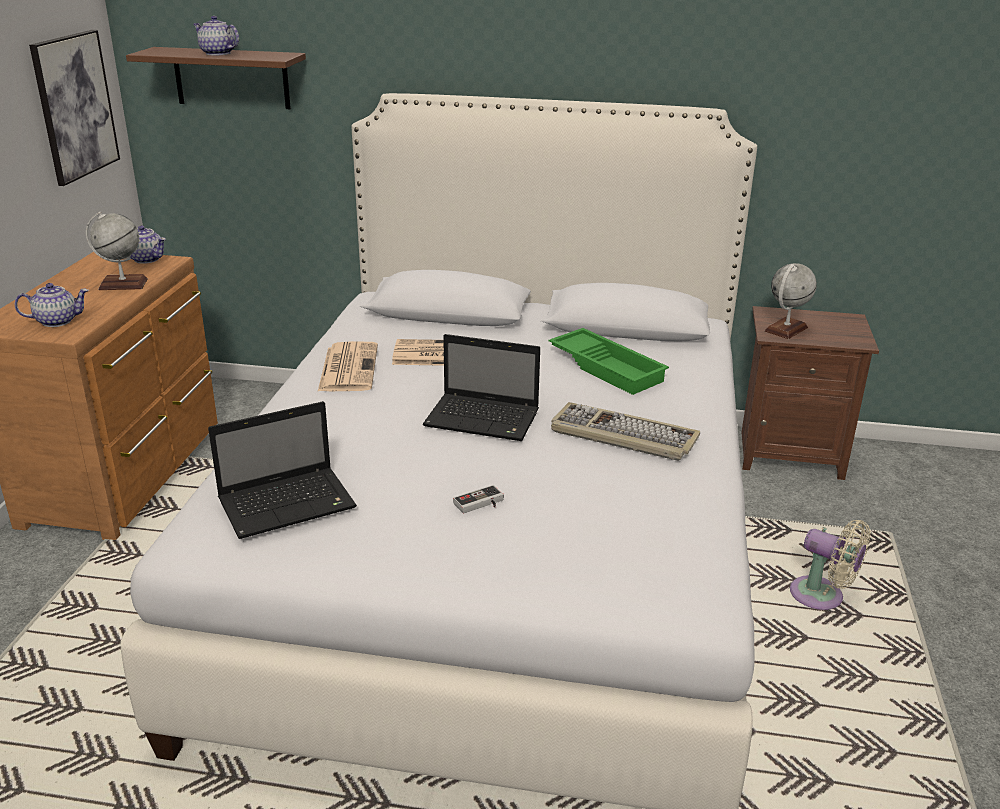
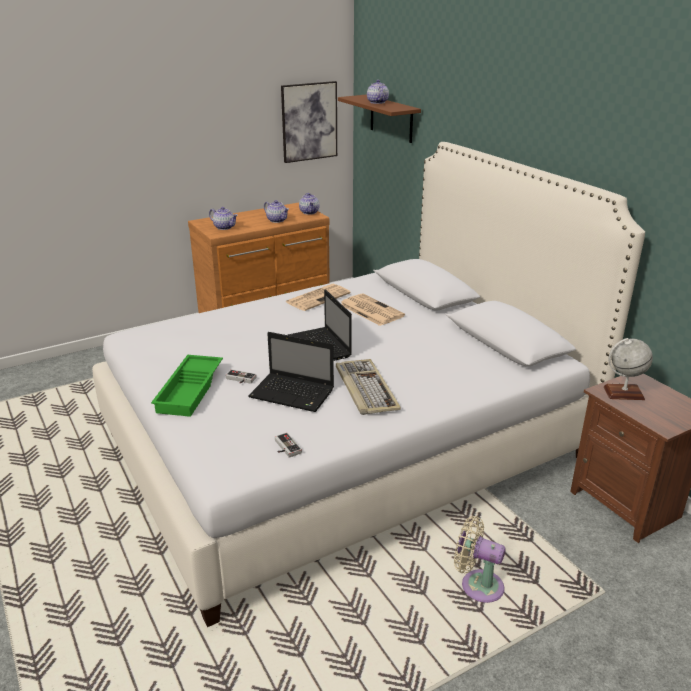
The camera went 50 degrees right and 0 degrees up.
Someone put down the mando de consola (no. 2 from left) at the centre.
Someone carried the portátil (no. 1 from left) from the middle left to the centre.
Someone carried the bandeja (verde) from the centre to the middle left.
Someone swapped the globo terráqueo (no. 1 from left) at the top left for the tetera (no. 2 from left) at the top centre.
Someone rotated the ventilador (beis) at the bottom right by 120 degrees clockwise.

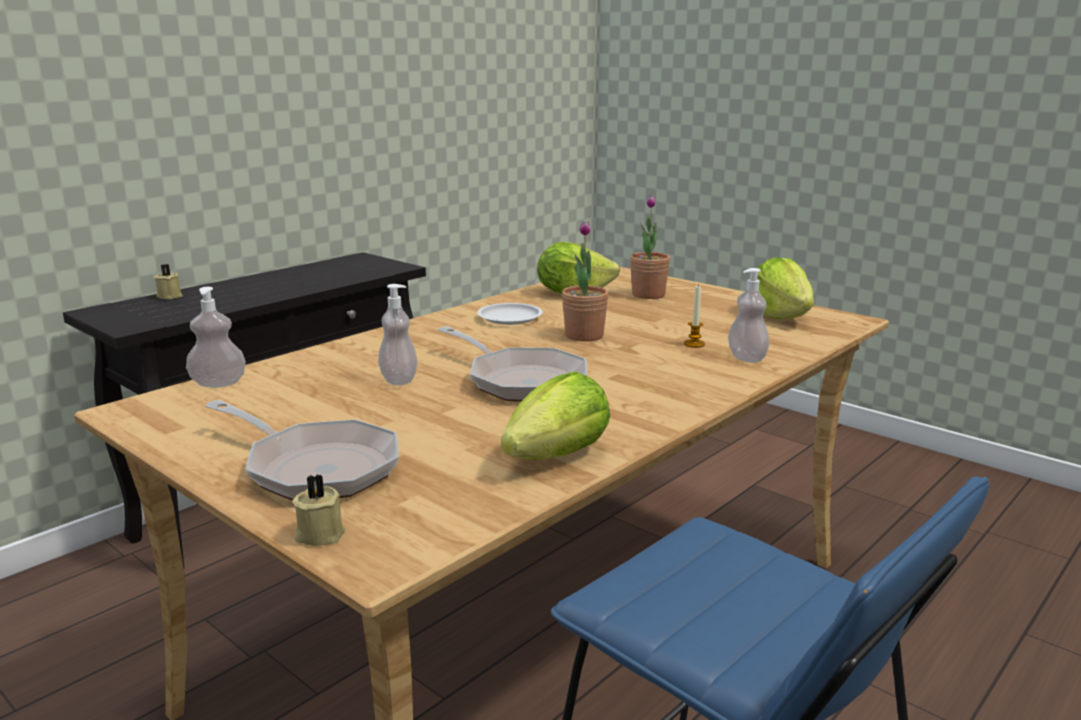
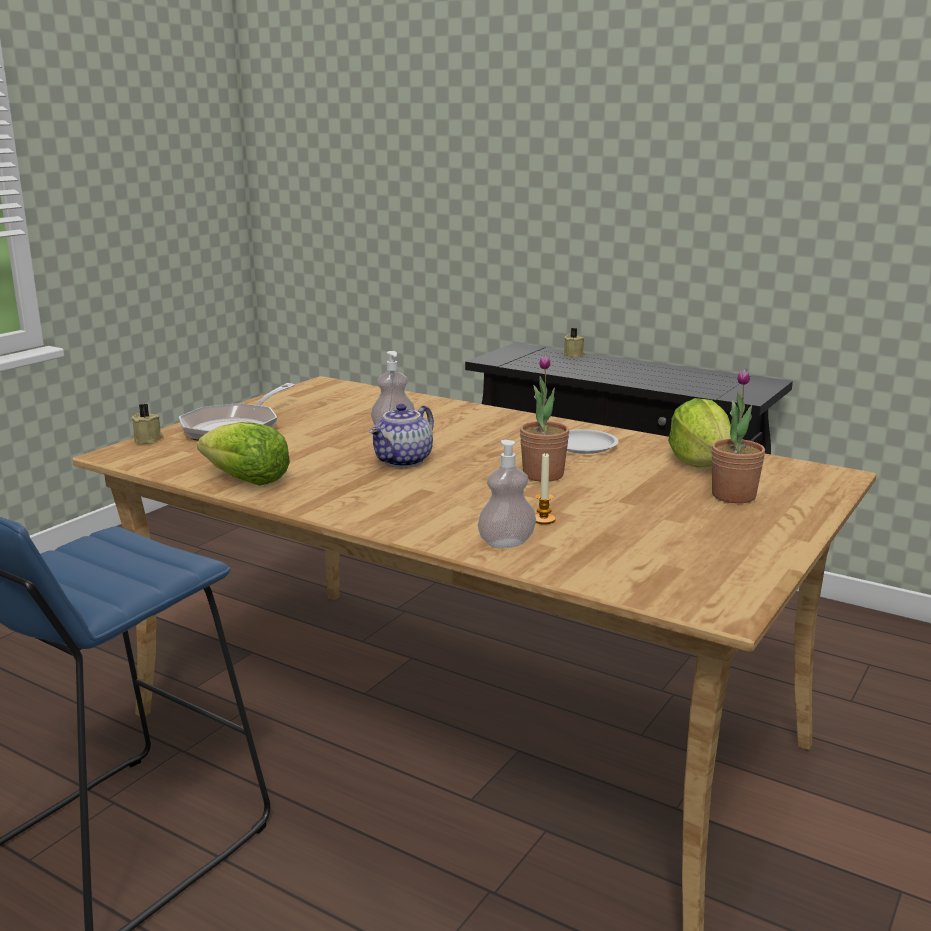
The camera went 80 degrees right and 0 degrees up.
Someone took away the dispensador de jabón (no. 1 from left) at the middle left.
Someone took away the lechuga (no. 3 from left) at the middle right.
Someone swapped the sartén (no. 2 from left) at the centre for the tetera at the centre.

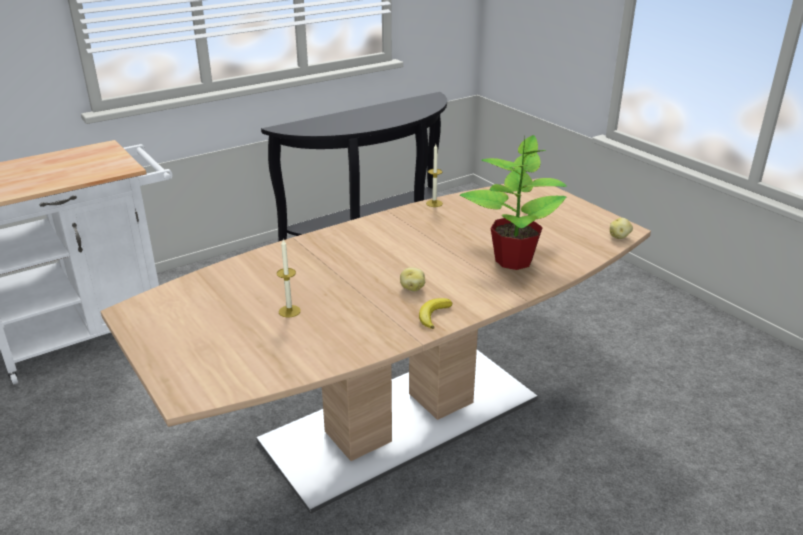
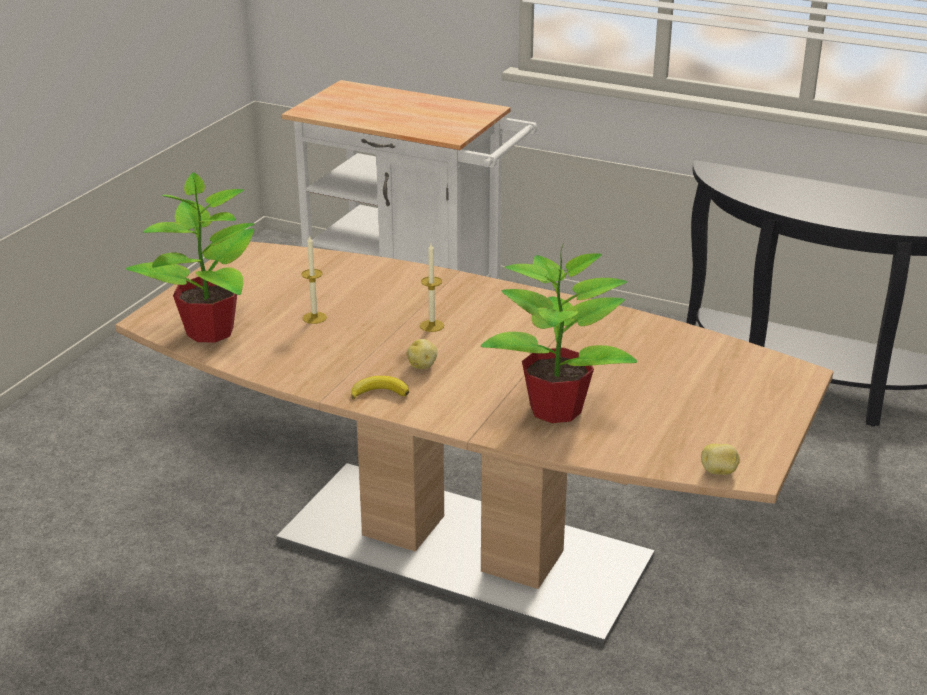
The camera went 60 degrees right and 0 degrees up.
Someone put down the planta en maceta (no. 1 from left) at the middle left.
Someone carried the vela (no. 2 from left) from the top centre to the centre.

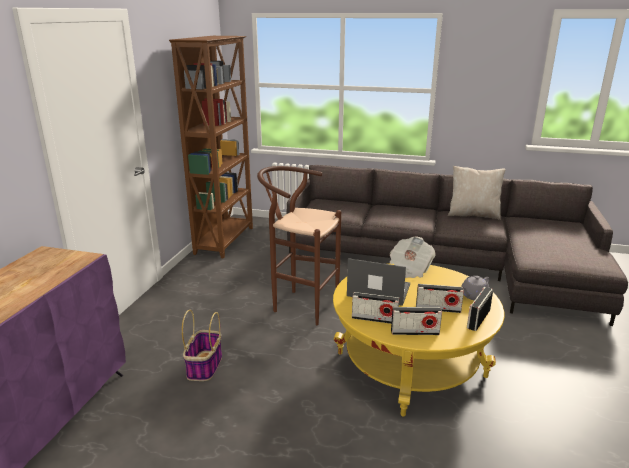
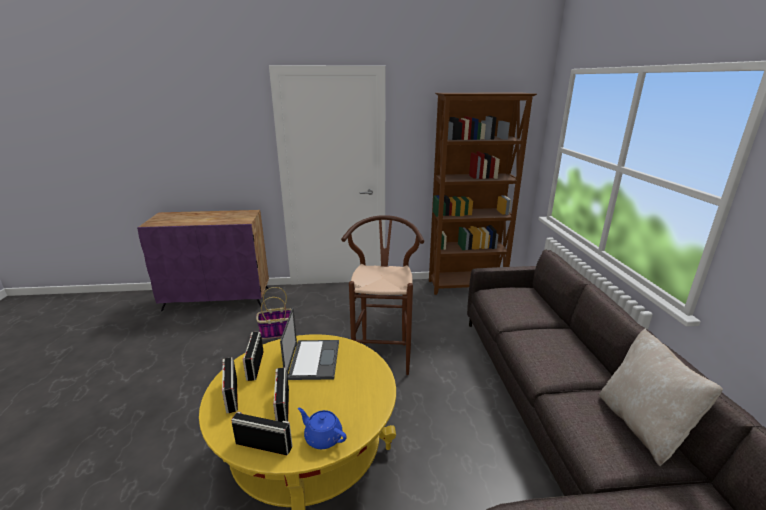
The camera went 70 degrees right and 0 degrees up.
Someone took away the periódico at the centre.
Someone repainted the tetera (gris) at the middle right, which became the tetera (azul) at the bottom centre.

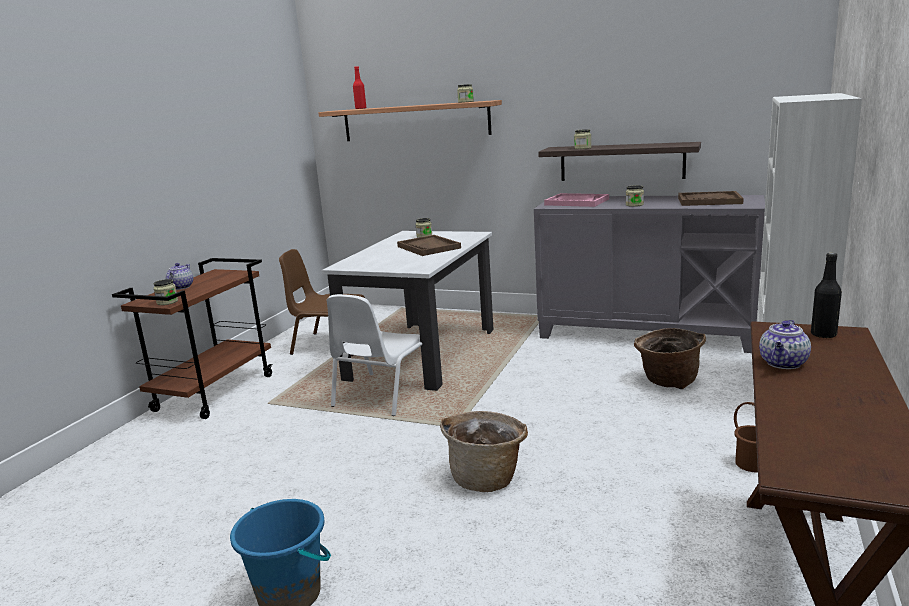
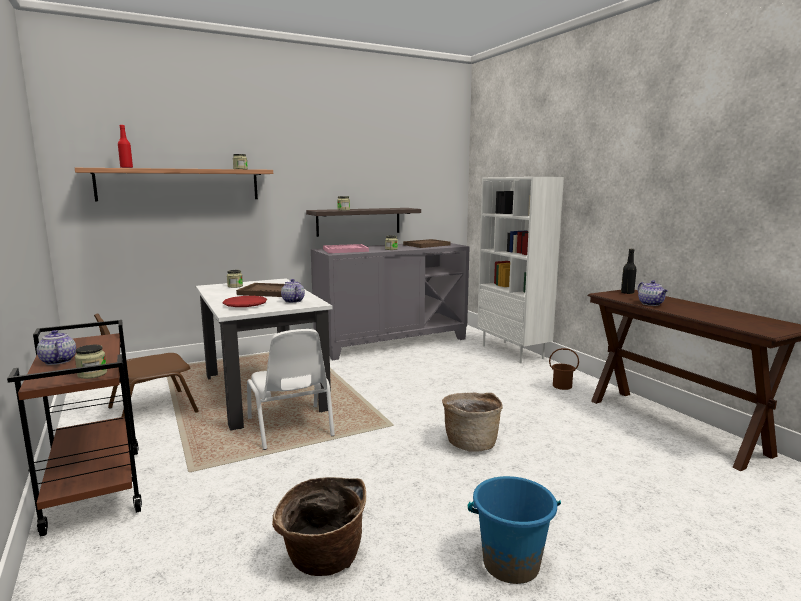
The camera went 50 degrees left and 5 degrees down.
Someone put down the plato (rojo) at the middle left.
Someone put down the tetera (no. 2 from left) at the centre.
Someone carried the cesta (no. 2 from left in the first image) from the middle right to the bottom centre.

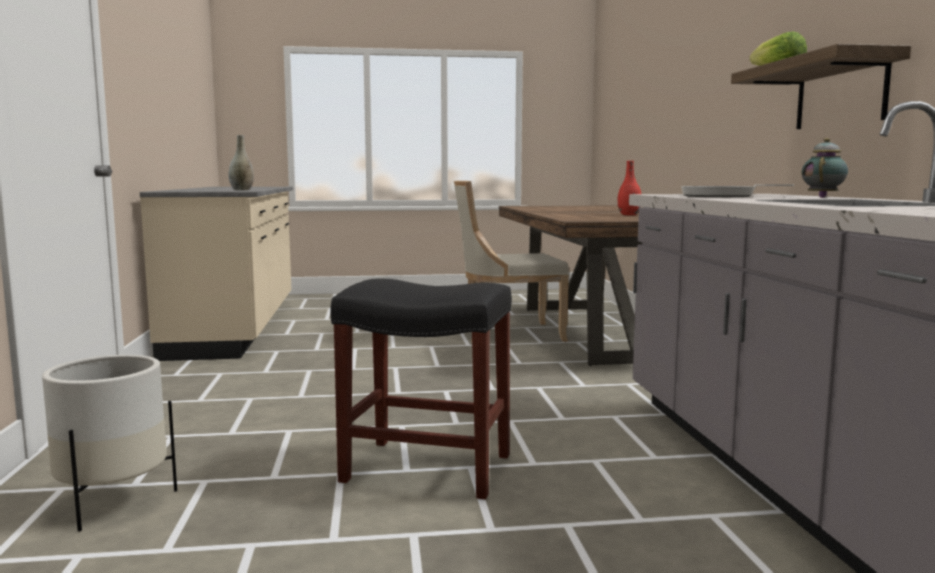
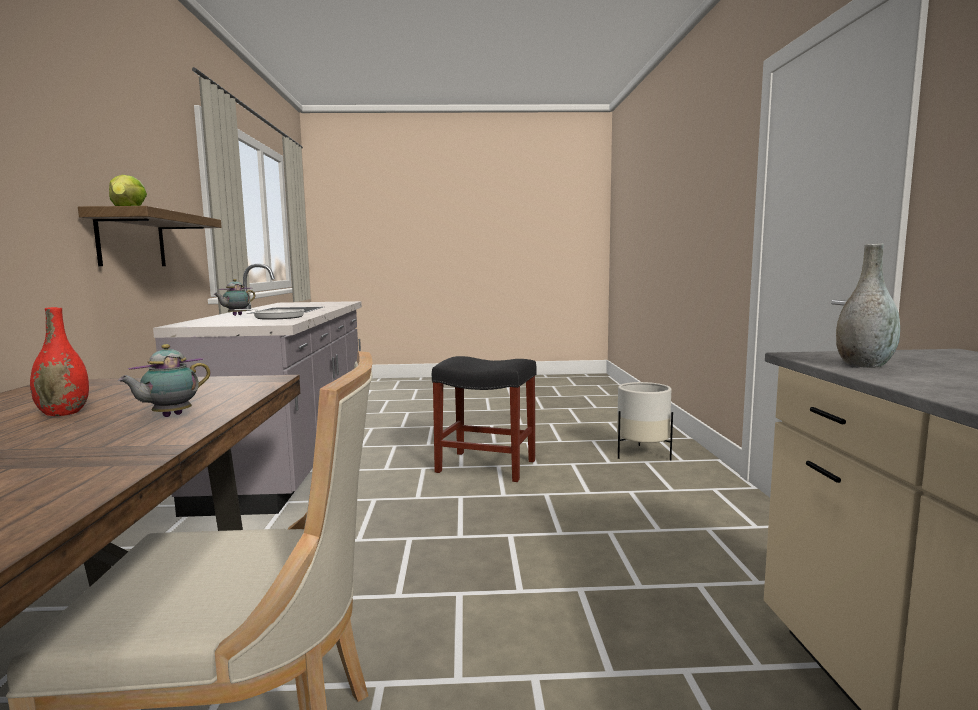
The camera went 175 degrees left and 0 degrees up.
Someone put down the tetera (no. 1 from left) at the middle left.

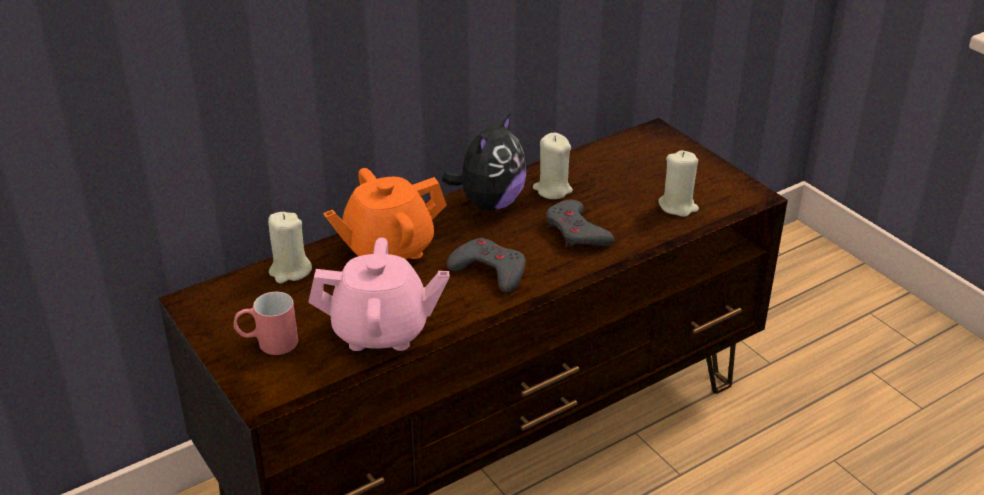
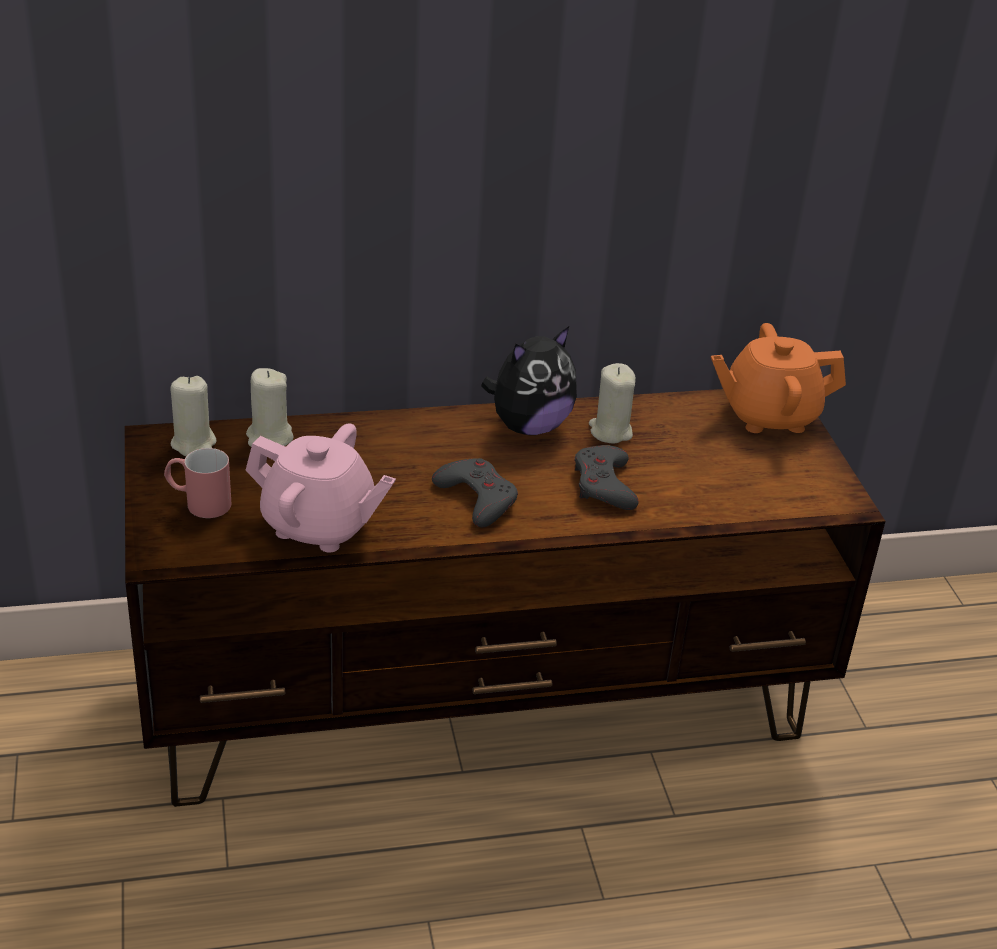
The camera went 20 degrees right and 0 degrees up.
Someone carried the tetera (naranja) from the centre to the middle right.
Someone carried the vela (beis) (no. 3 from left in the first image) from the middle right to the middle left.

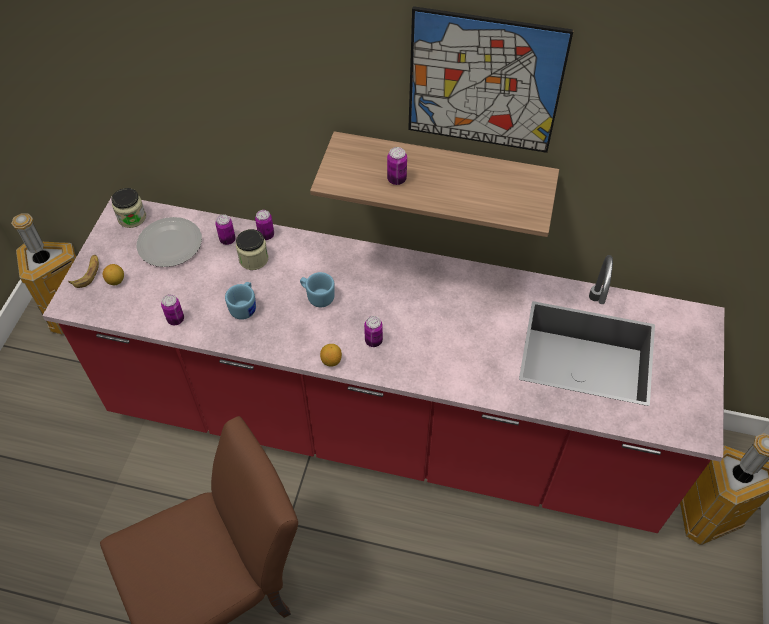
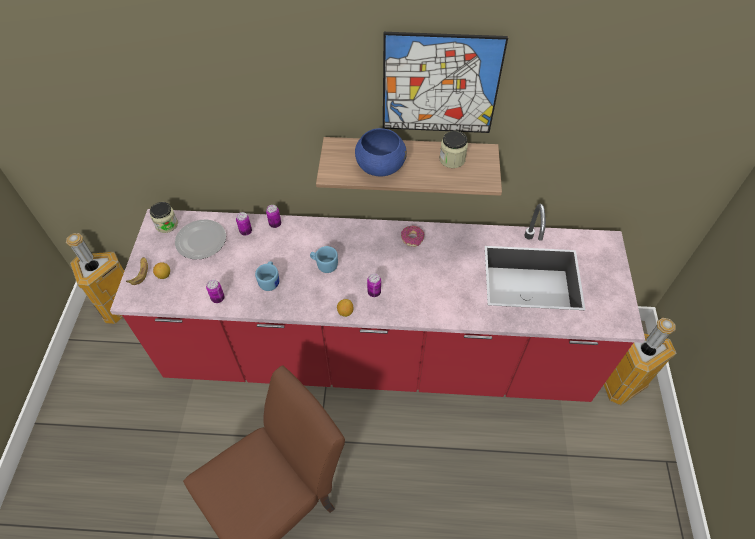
The camera went 10 degrees left and 0 degrees up.
Someone put down the rosquilla at the centre.
Someone carried the tarro (no. 2 from left) from the middle left to the top centre.
Someone swapped the lata (no. 5 from left) at the top centre for the cuenco (azul) at the top centre.

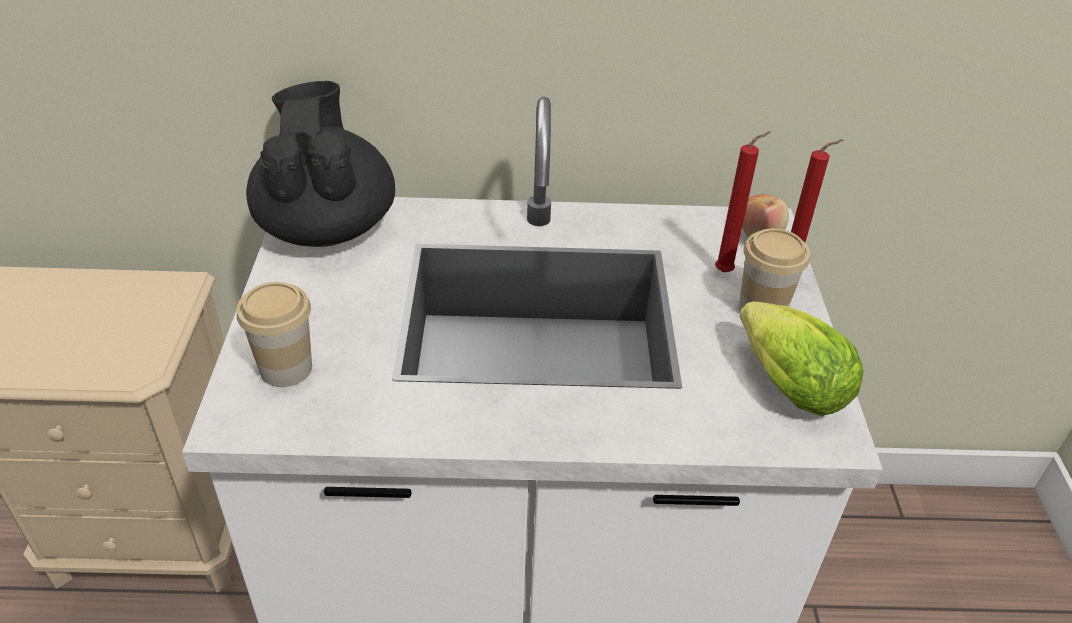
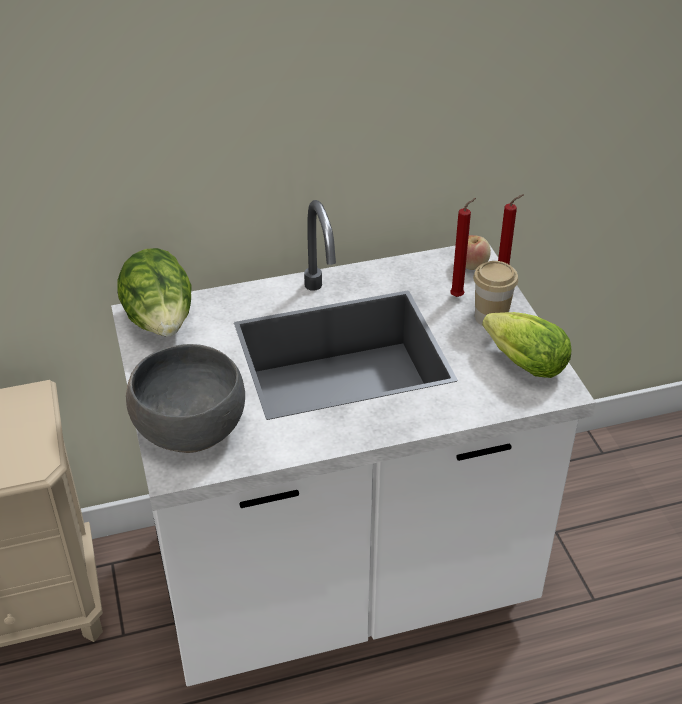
The camera went 15 degrees left and 0 degrees up.
Someone swapped the taza (no. 1 from left) at the middle left for the cuenco (gris) at the middle left.
Someone swapped the tetera (negro) at the top left for the lechuga (no. 1 from left) at the middle left.

